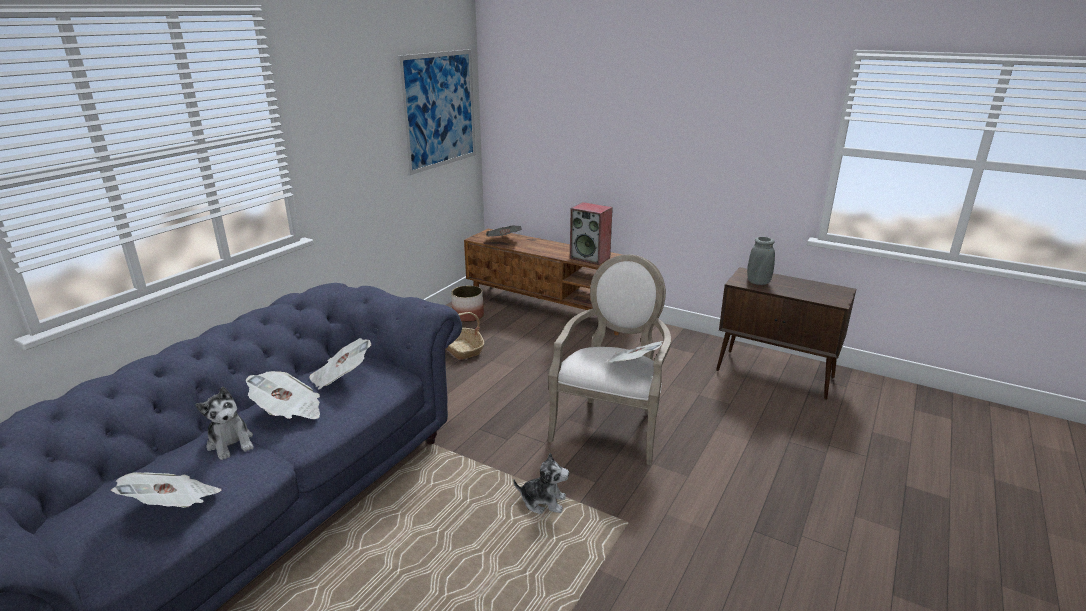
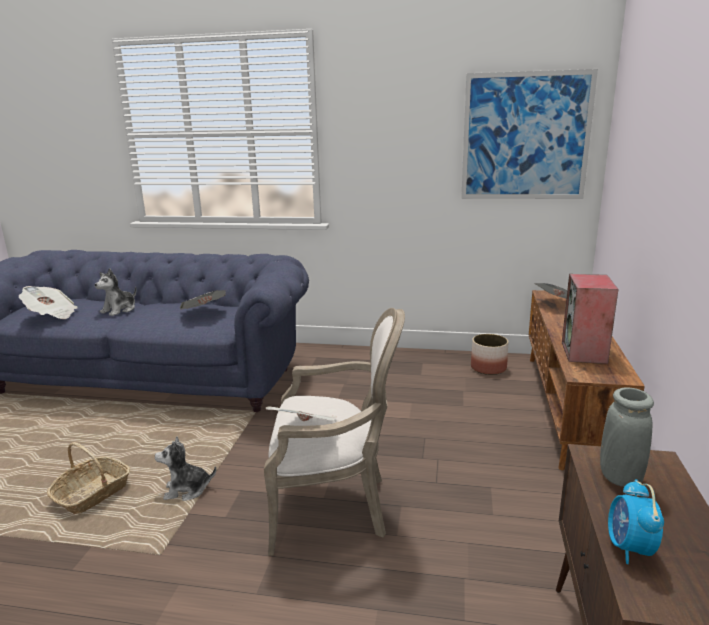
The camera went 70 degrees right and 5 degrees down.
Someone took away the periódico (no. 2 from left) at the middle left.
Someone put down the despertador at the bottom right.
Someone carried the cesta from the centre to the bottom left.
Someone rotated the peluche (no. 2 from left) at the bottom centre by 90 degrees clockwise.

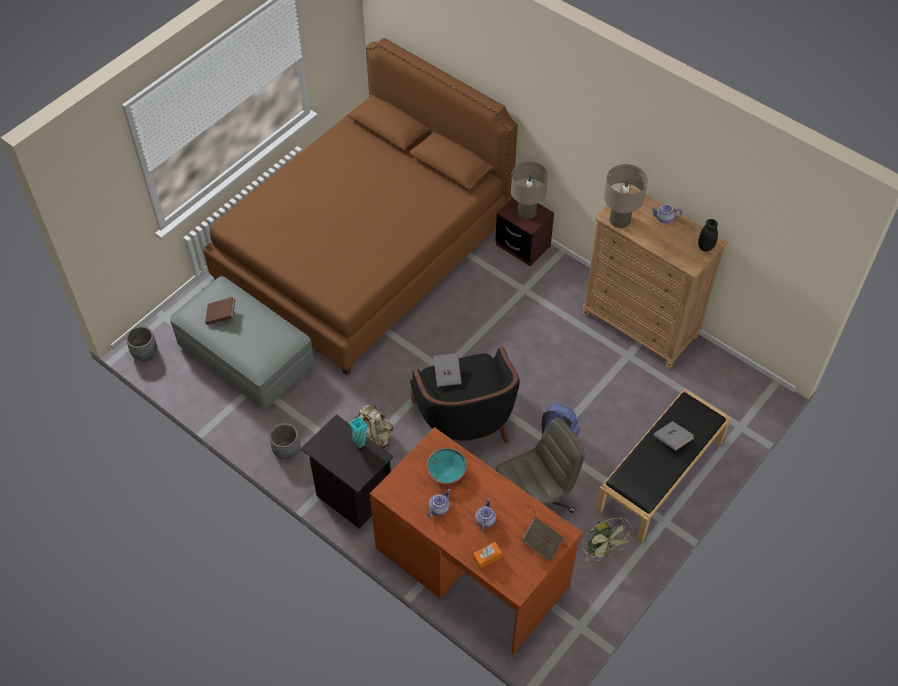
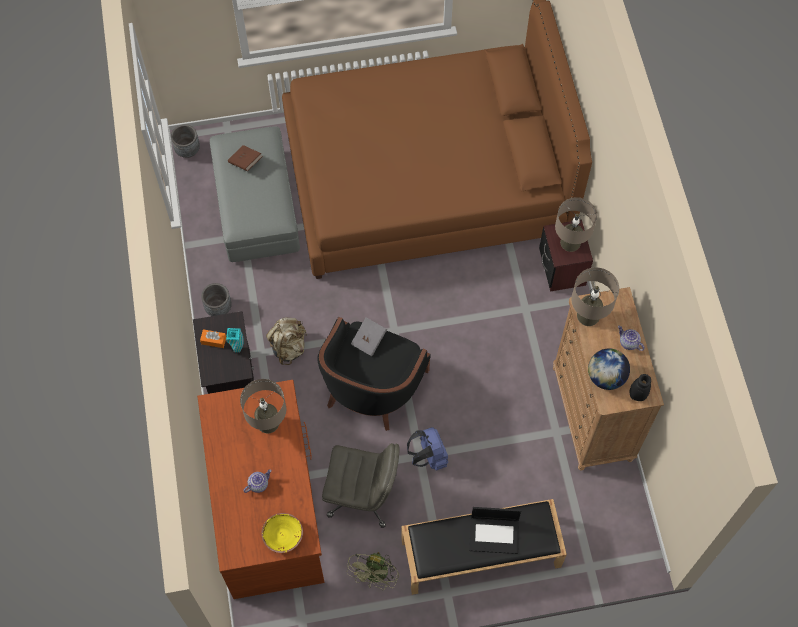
The camera went 40 degrees right and 10 degrees up.
Someone took away the tetera (no. 1 from left) at the bottom centre.
Someone put down the globo terráqueo at the middle right.
Someone carried the caja de pañuelos (naranja) from the bottom centre to the middle left.
Someone swapped the cuenco (turquesa) at the bottom centre for the lámpara de mesa (beis) (no. 1 from left) at the middle left.
Someone swapped the libro (marrón) (no. 2 from left) at the bottom centre for the cuenco (amarillo) at the bottom centre.
Someone swapped the libro (gris) (no. 2 from left) at the middle right for the portátil at the bottom centre.

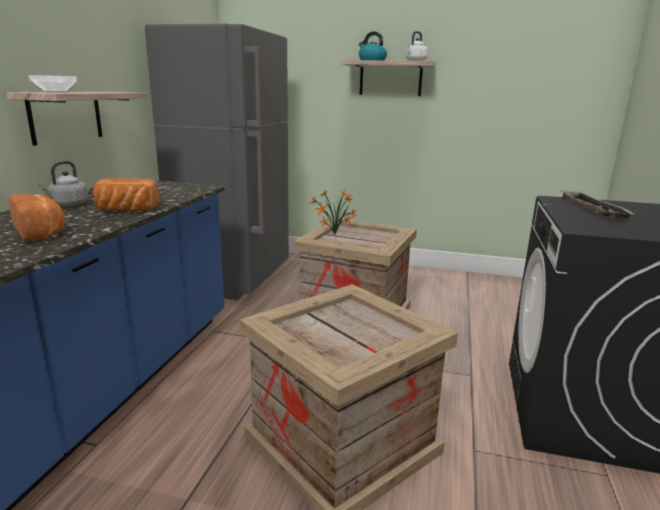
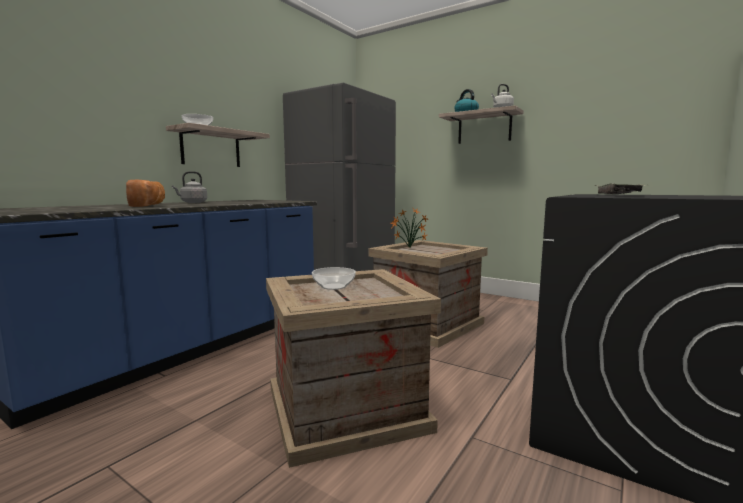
The camera went 20 degrees right and 10 degrees down.
Someone took away the pan (no. 2 from left) at the middle left.
Someone put down the cuenco (no. 2 from left) at the centre.

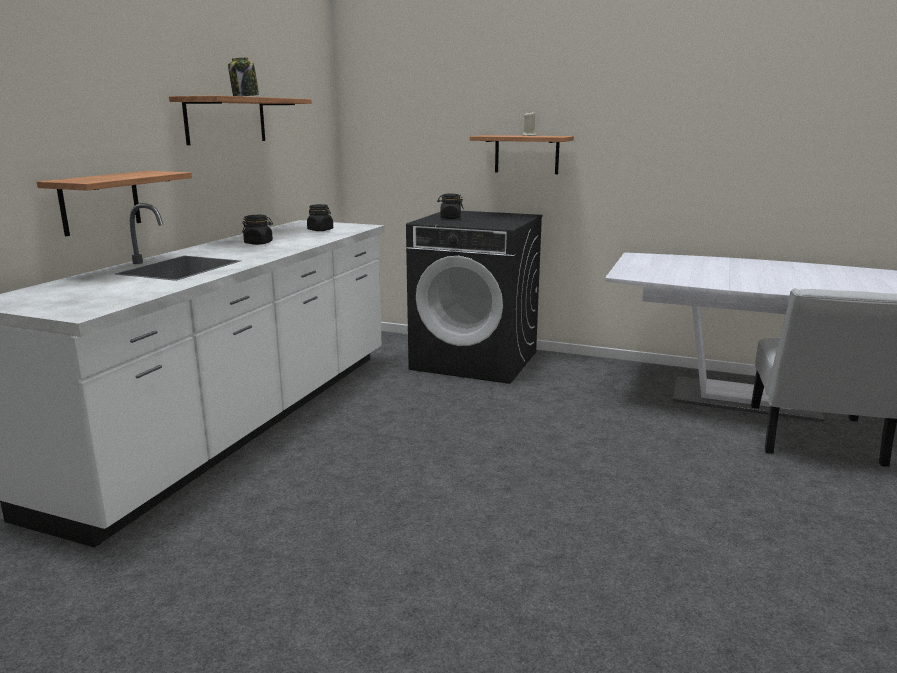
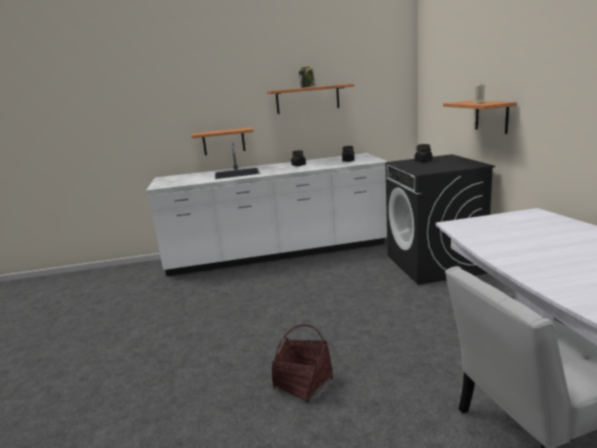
The camera went 60 degrees right and 0 degrees up.
Someone put down the cesta at the bottom centre.

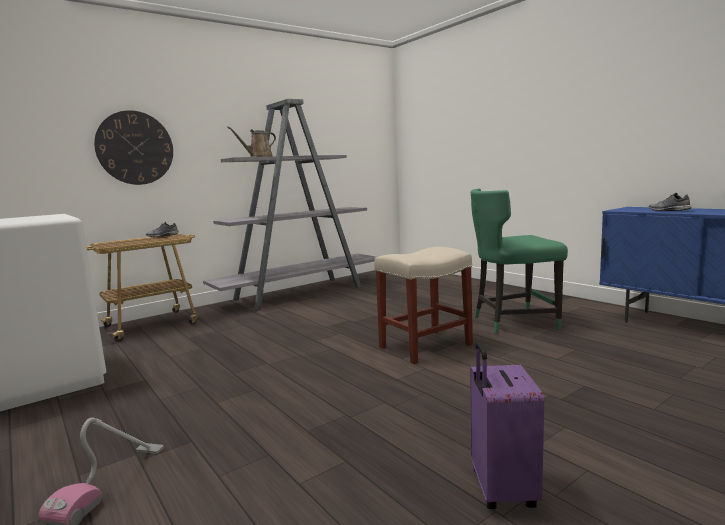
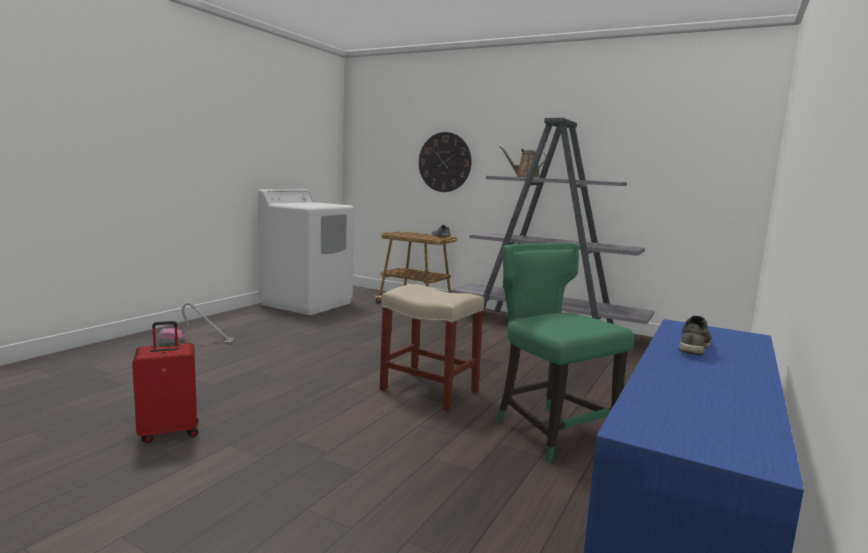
The camera went 65 degrees right and 0 degrees up.
Someone repainted the maleta (morado) at the bottom right, which became the maleta (rojo) at the bottom left.

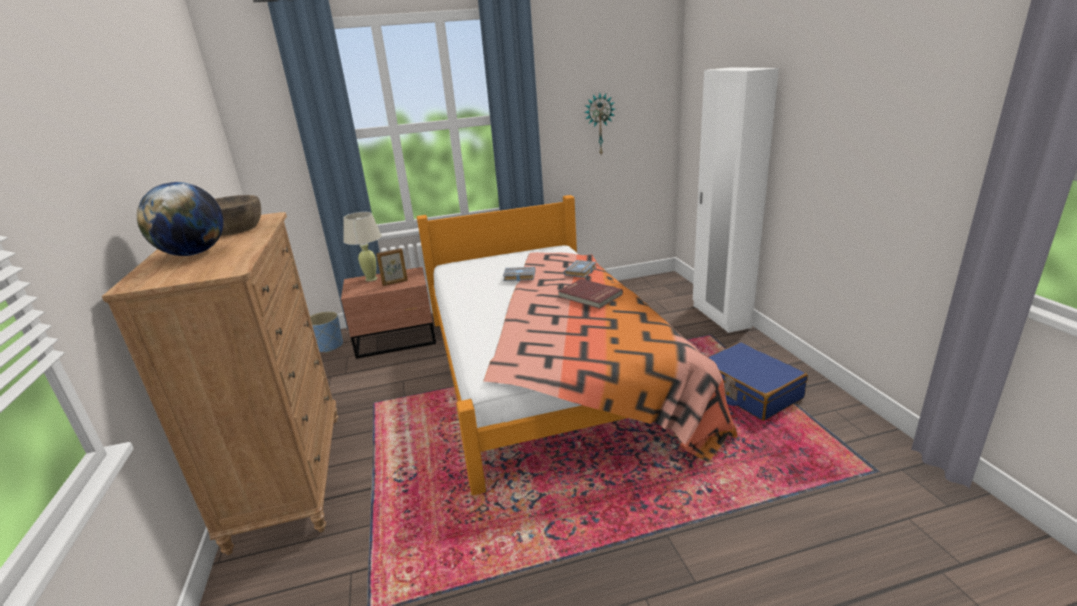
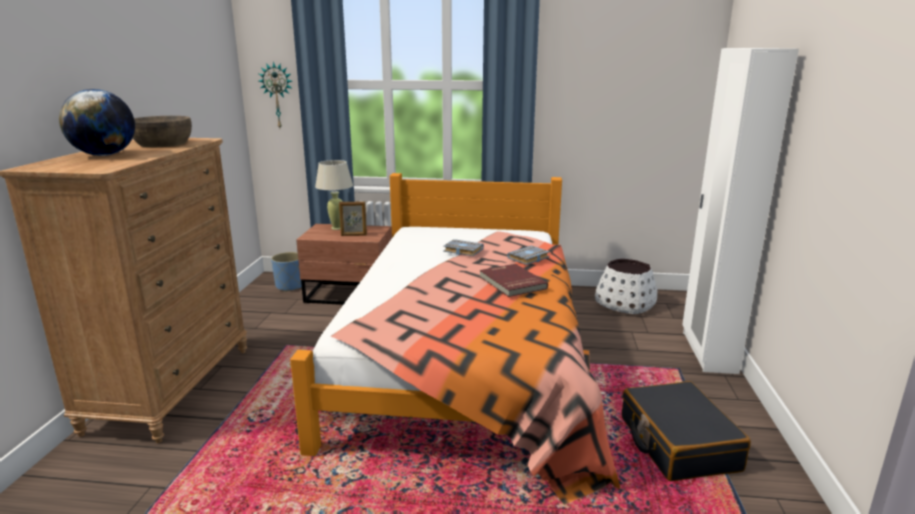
The camera went 20 degrees right and 5 degrees down.
Someone put down the maceta (blanco) at the middle right.
Someone carried the reloj de pared from the top centre to the top left.
Someone repainted the maleta (azul) at the middle right, which became the maleta (negro) at the bottom right.

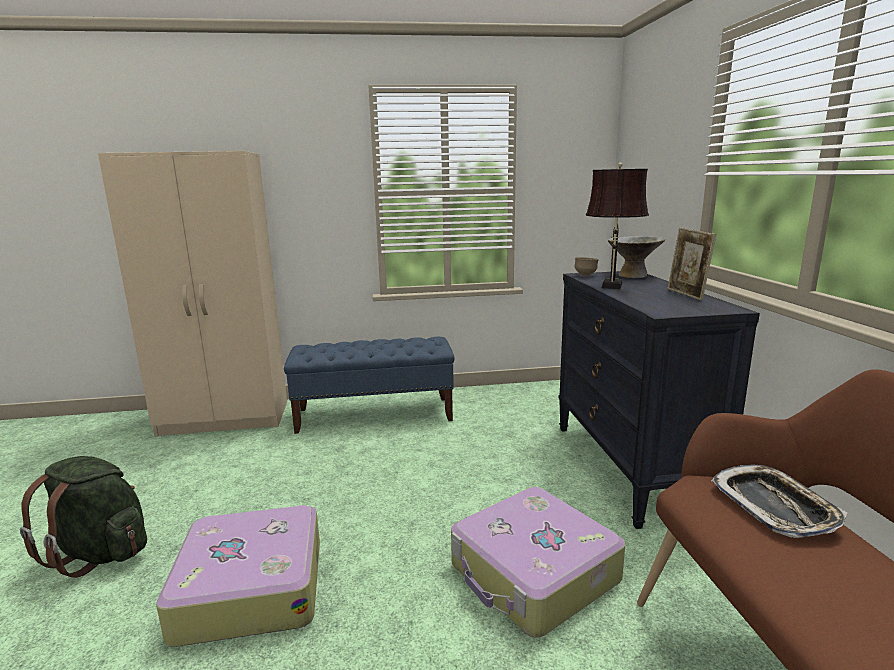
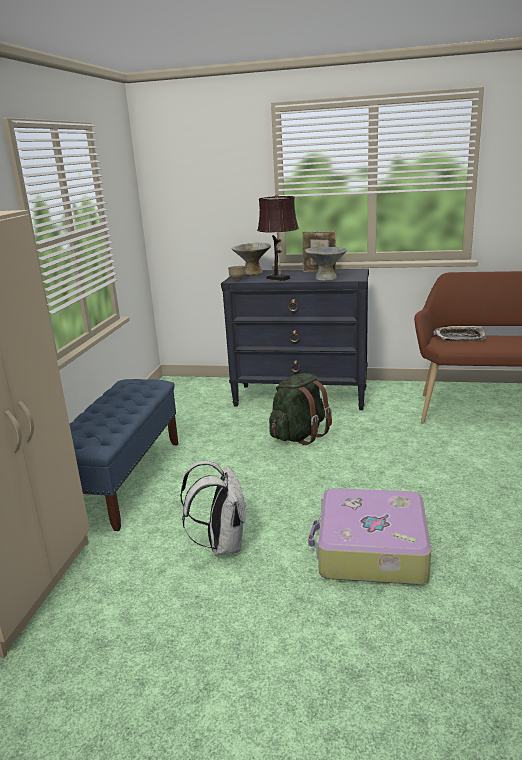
The camera went 70 degrees left and 5 degrees up.
Someone took away the maleta (no. 2 from left) at the bottom centre.
Someone put down the mochila (blanco) at the bottom centre.
Someone put down the cuenco (gris) (no. 2 from left) at the centre.
Someone carried the mochila (verde) from the bottom left to the centre.

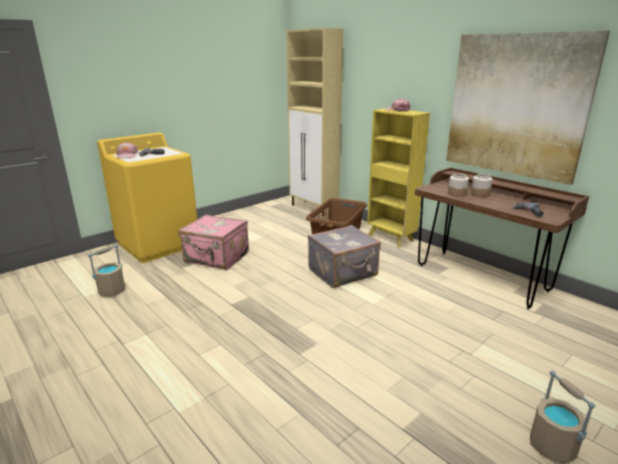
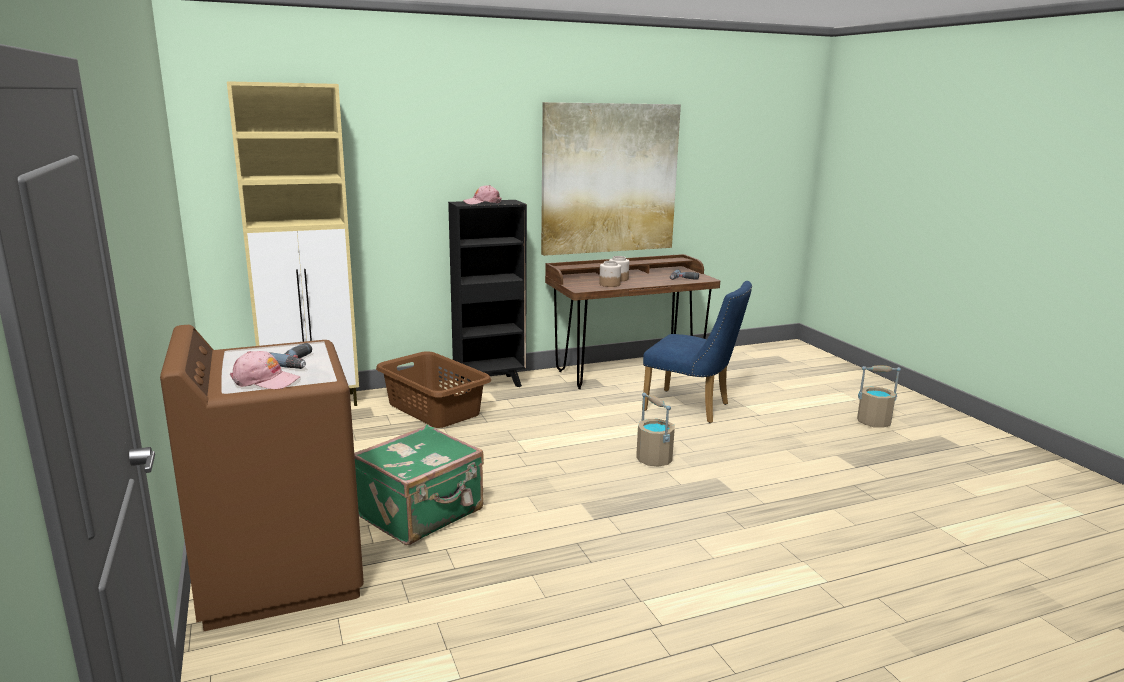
The camera went 70 degrees left and 5 degrees down.
Someone took away the maleta (gris) at the centre.
Someone put down the silla (azul) at the centre.
Someone carried the cubo (beis) (no. 1 from left) from the middle left to the centre.
Someone repainted the lavadora (amarillo) at the middle left, which became the lavadora (marrón) at the bottom left.
Someone repainted the maleta (rosa) at the centre, which became the maleta (verde) at the bottom centre.
Someone repainted the estantería (amarillo) at the centre, which became the estantería (negro) at the centre.

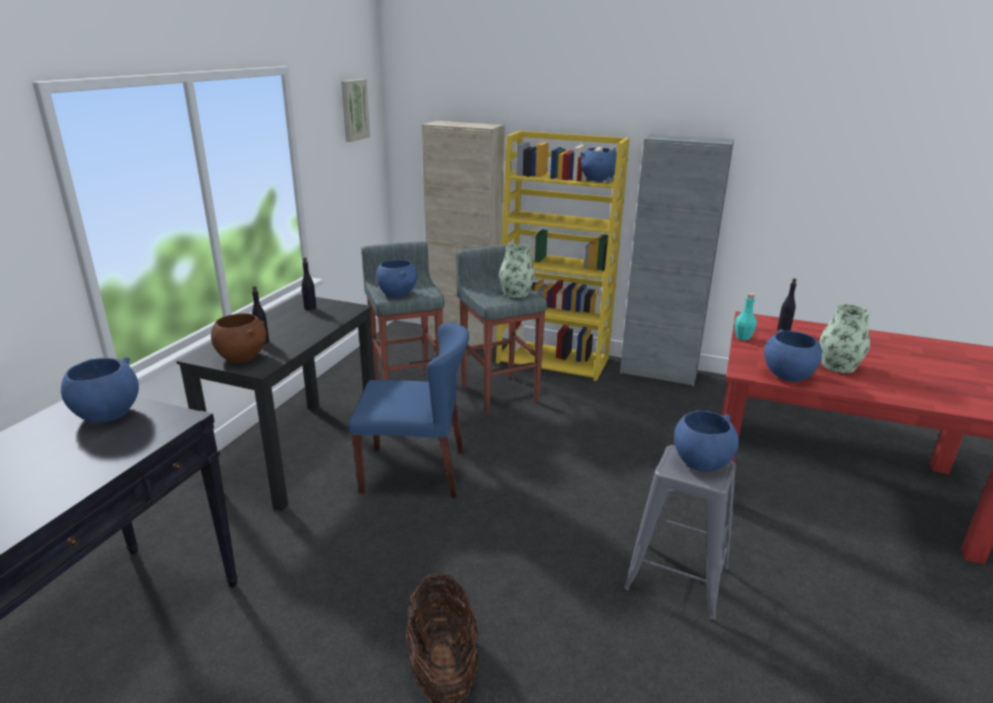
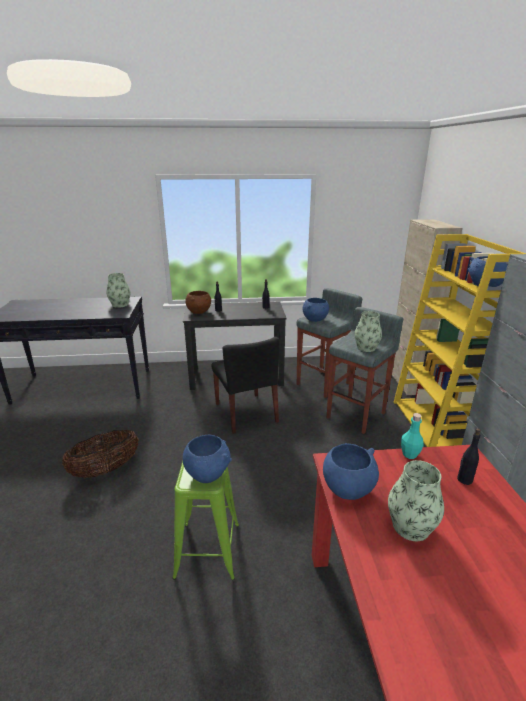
The camera went 65 degrees right and 0 degrees up.
Someone took away the cuadro at the top centre.
Someone swapped the cuenco (azul) (no. 1 from left) at the middle left for the florero (no. 1 from left) at the middle left.
Someone repainted the silla (azul) at the centre, which became the silla (negro) at the centre.
Someone repainted the taburete (gris) (no. 3 from left) at the bottom right, which became the taburete (verde) at the bottom centre.

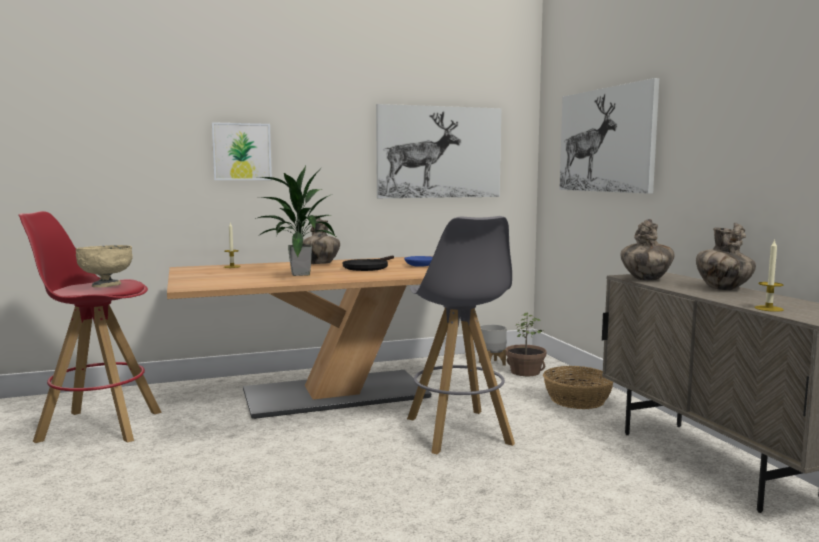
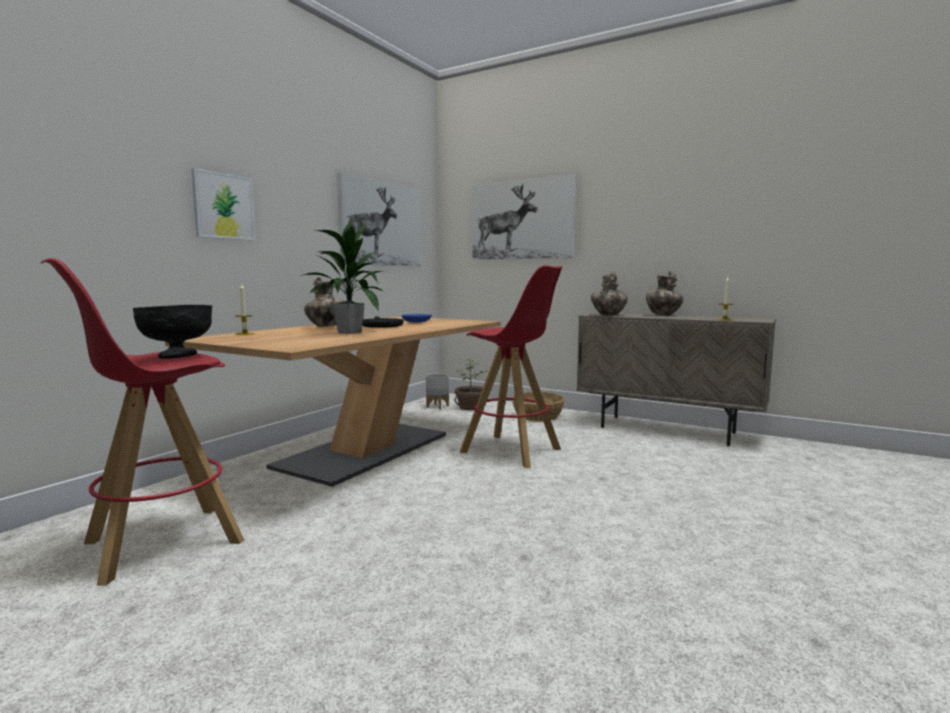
The camera went 40 degrees left and 0 degrees up.
Someone repainted the cuenco (beis) at the middle left, which became the cuenco (negro) at the middle left.
Someone repainted the taburete (gris) at the centre, which became the taburete (rojo) (no. 2 from left) at the centre.

